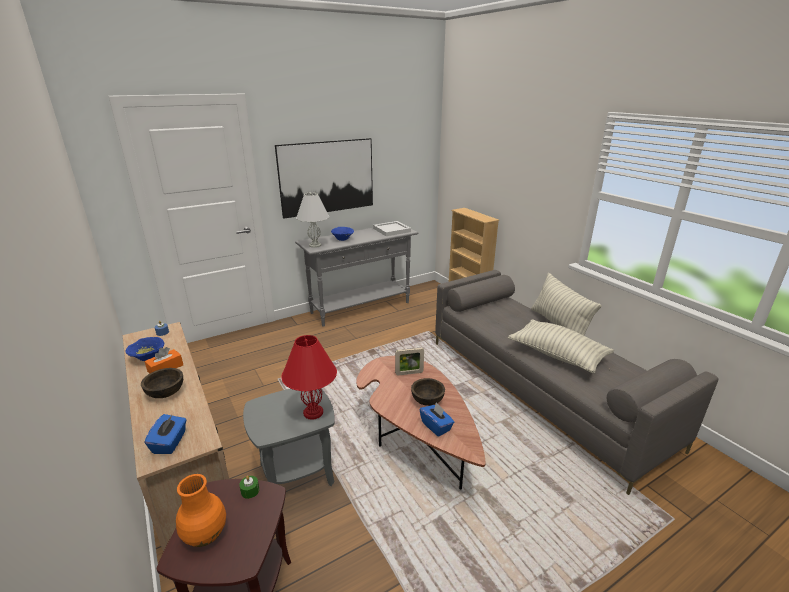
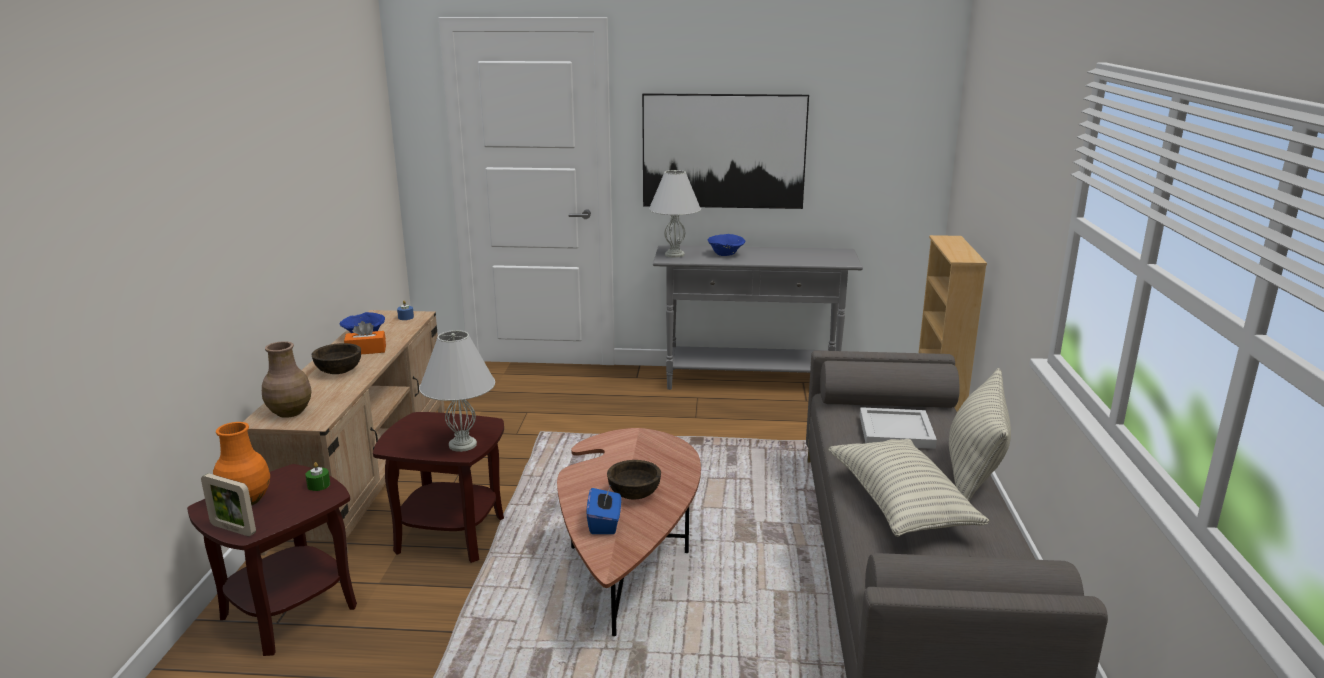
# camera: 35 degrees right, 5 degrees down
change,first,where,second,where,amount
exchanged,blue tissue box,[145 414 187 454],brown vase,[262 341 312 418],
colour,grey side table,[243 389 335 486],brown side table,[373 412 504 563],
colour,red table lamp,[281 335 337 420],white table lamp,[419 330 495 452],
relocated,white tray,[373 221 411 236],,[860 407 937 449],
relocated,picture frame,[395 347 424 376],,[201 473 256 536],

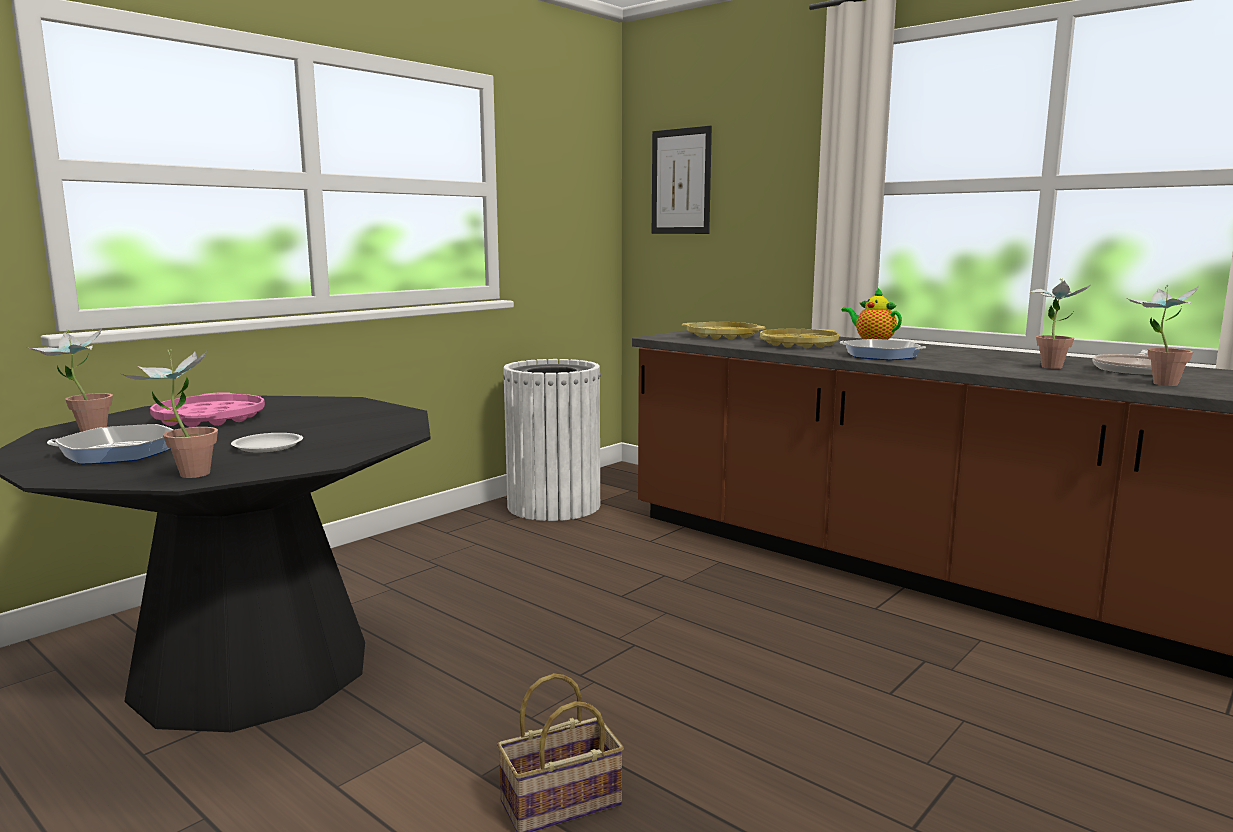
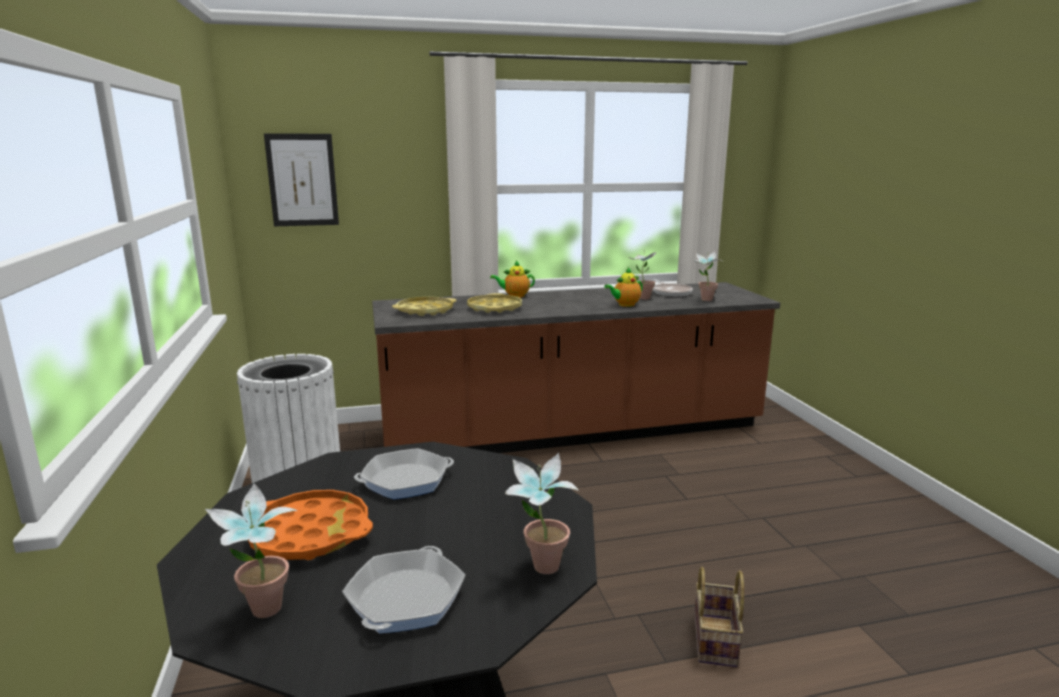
# camera: 55 degrees left, 5 degrees up
change,first,where,second,where,amount
colour,pink tray,[150 392 265 427],orange tray,[248 490 373 560],
missing,white plate,[231 433 303 453],,,
relocated,frying pan,[839 339 926 360],,[354 448 454 499],
appeared,,,teapot,[604 267 643 307],

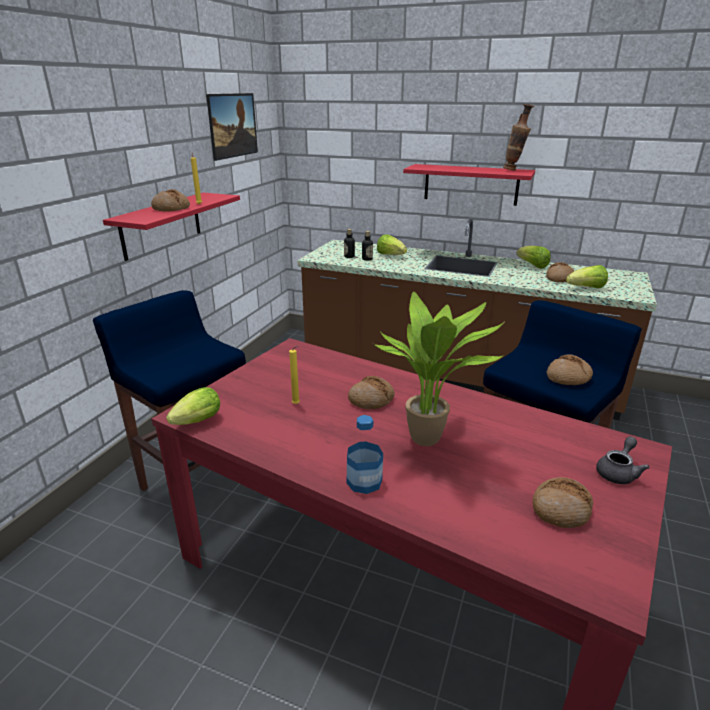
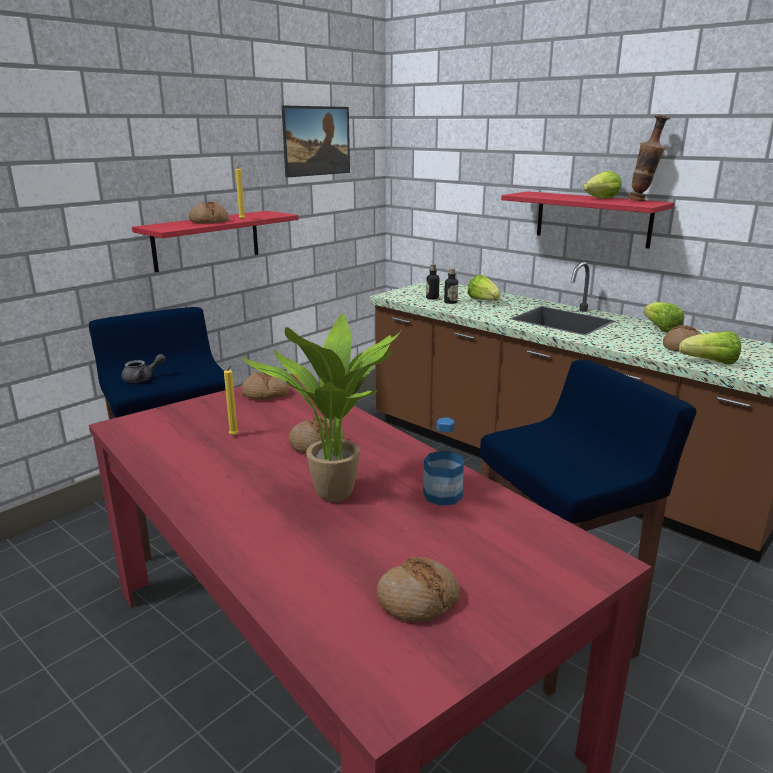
# camera: 20 degrees right, 5 degrees down
change,first,where,second,where,amount
relocated,lettuce,[166 387 220 425],,[583 171 622 199],
relocated,bottle,[347 415 383 494],,[423 417 464 506],
relocated,bread,[546 355 593 385],,[242 372 289 400],
relocated,grey teapot,[596 436 650 484],,[121 354 166 383],

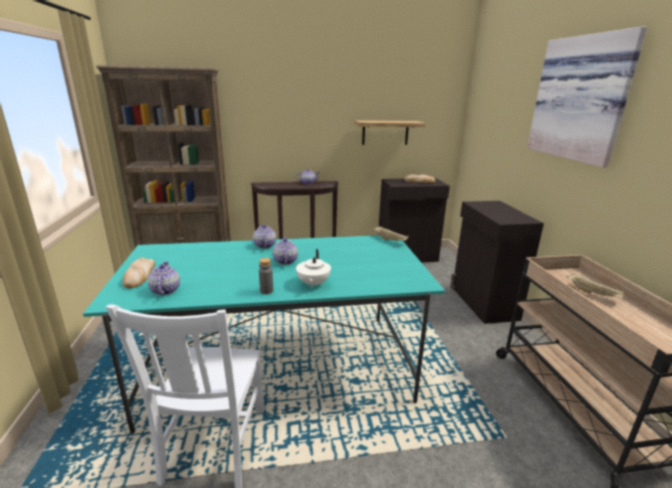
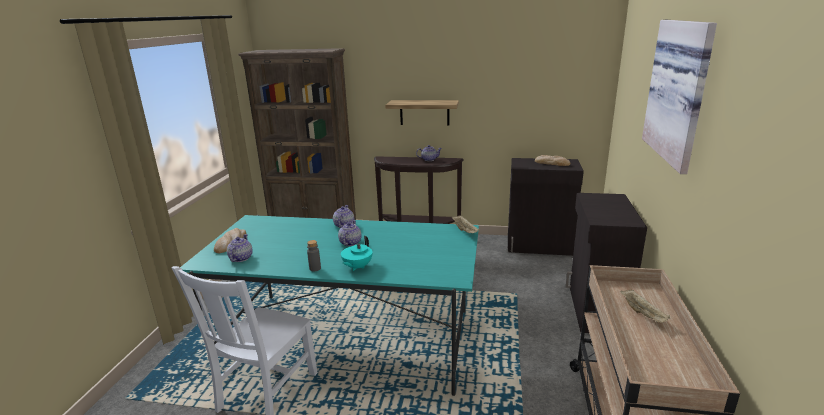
# camera: 20 degrees right, 0 degrees up
change,first,where,second,where,amount
colour,white teapot,[296 249 331 288],turquoise teapot,[341 236 372 271],
relocated,shelf,[354 120 426 145],,[385 100 459 125],

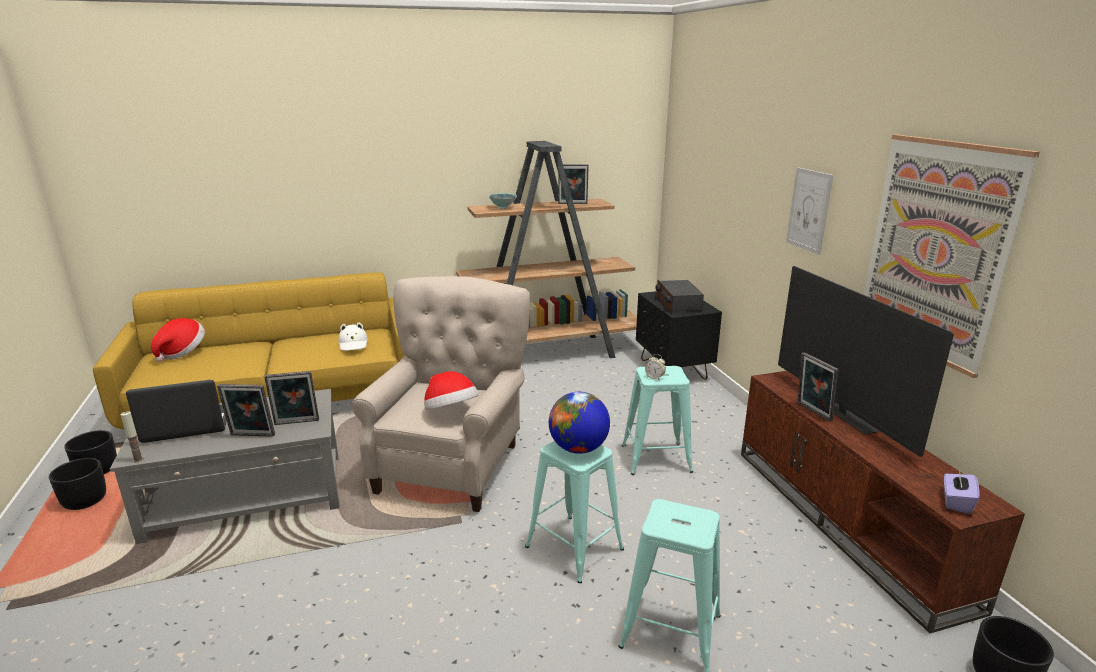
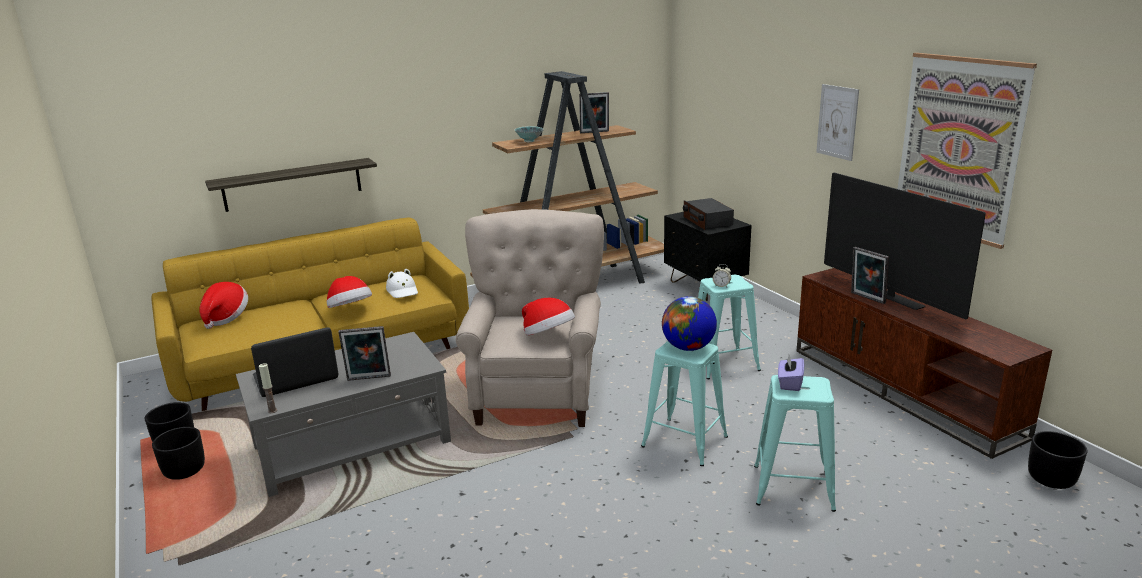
# camera: 10 degrees left, 0 degrees up
change,first,where,second,where,amount
missing,picture frame,[264 371 319 425],,,
relocated,purple tissue box,[944 468 979 514],,[778 355 804 391],
appeared,,,shelf,[205 158 377 212],
appeared,,,hat,[326 276 372 308],

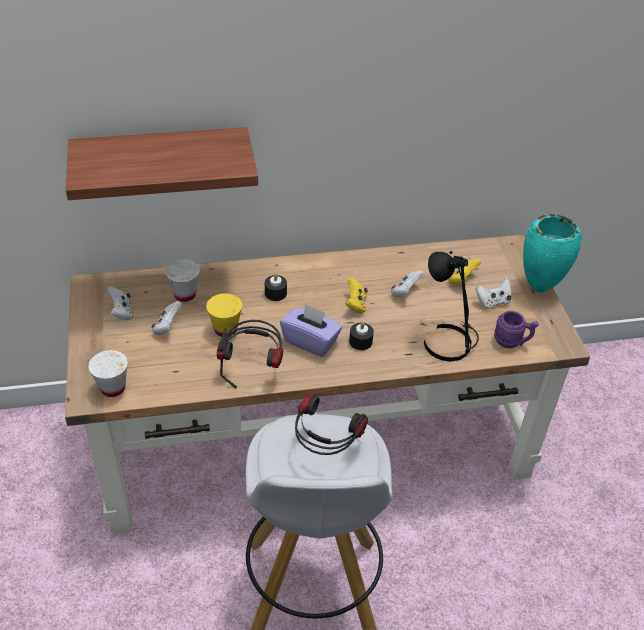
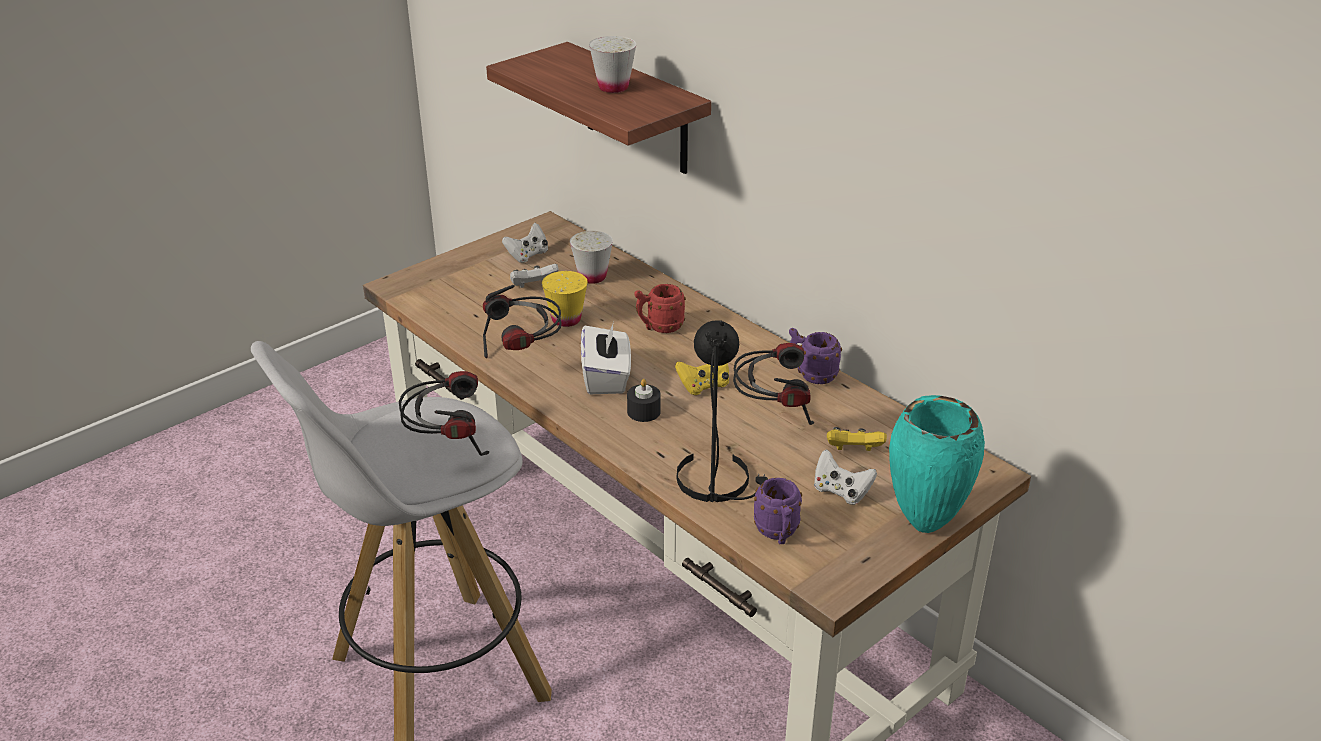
# camera: 60 degrees right, 10 degrees down
change,first,where,second,where,amount
relocated,white cup,[88 350 128 397],,[589 36 636 93],
exchanged,black candle,[265 273 287 301],red mug,[634 284 686 333],
colour,purple tissue box,[280 303 342 357],white tissue box,[581 322 631 394],
exchanged,white game controller,[391 270 424 297],headphones,[733 343 814 425],
appeared,,,purple mug,[789 328 842 384],

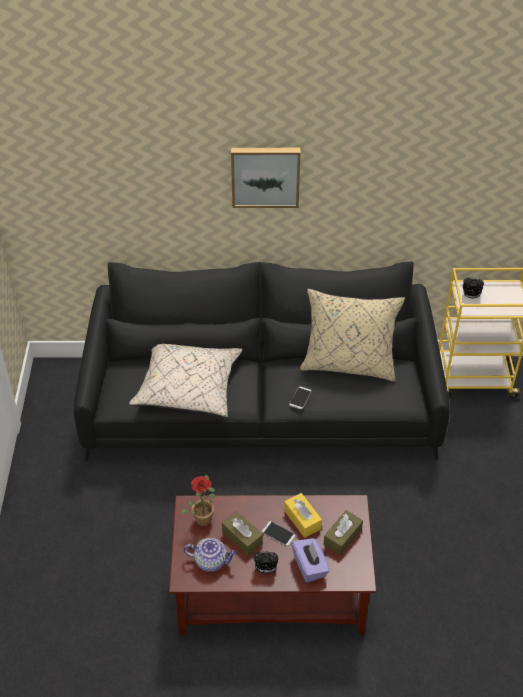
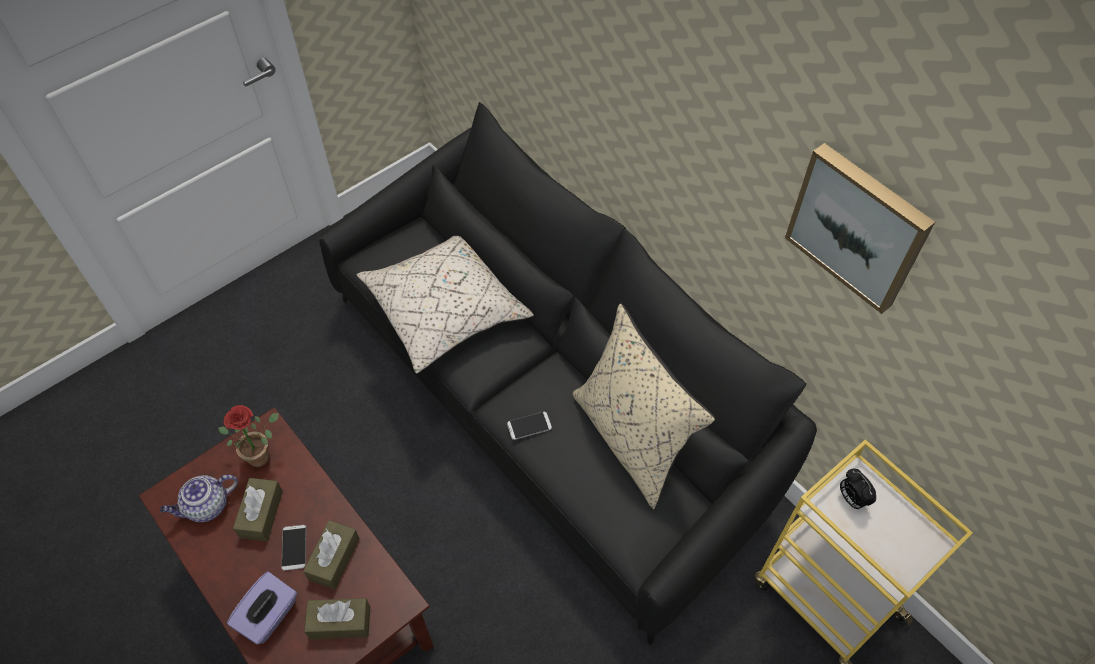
# camera: 50 degrees right, 10 degrees up
change,first,where,second,where,amount
spun,teapot,[183 538 237 572],,[160 475 238 522],90 degrees clockwise
relocated,picture,[231 148 301 208],,[785 143 935 314],
missing,alarm clock,[254 552 278 574],,,
colour,yellow tissue box,[284 493 322 538],brown tissue box,[303 520 360 589],

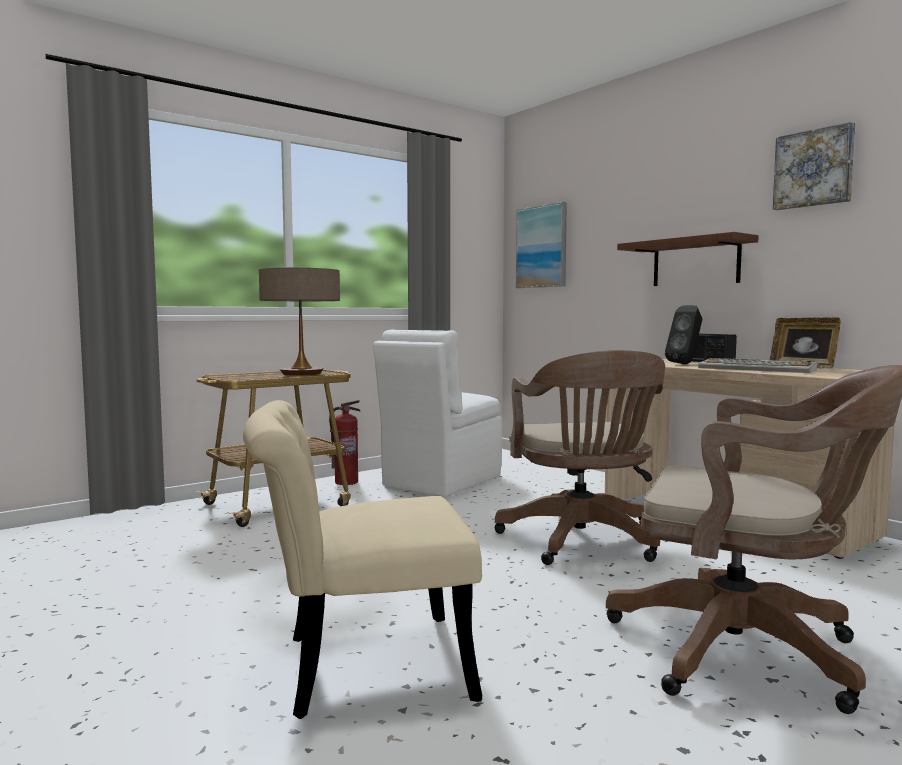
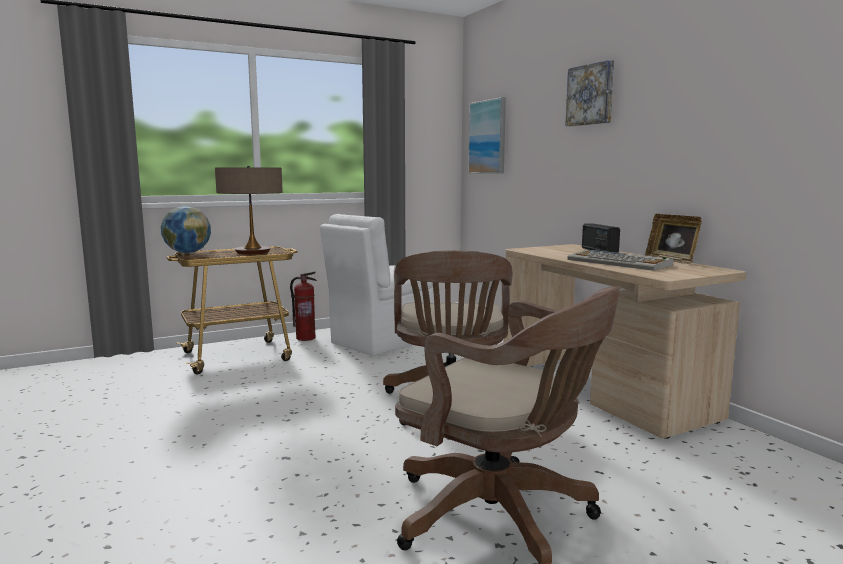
# camera: 10 degrees right, 5 degrees up
change,first,where,second,where,amount
missing,beige chair,[243 400 482 719],,,
missing,brown shelf,[617 232 759 286],,,
missing,black speaker,[665 305 702 364],,,
relocated,picture,[773 122 855 210],,[565 60 614 126],
appeared,,,globe,[161 206 211 253],

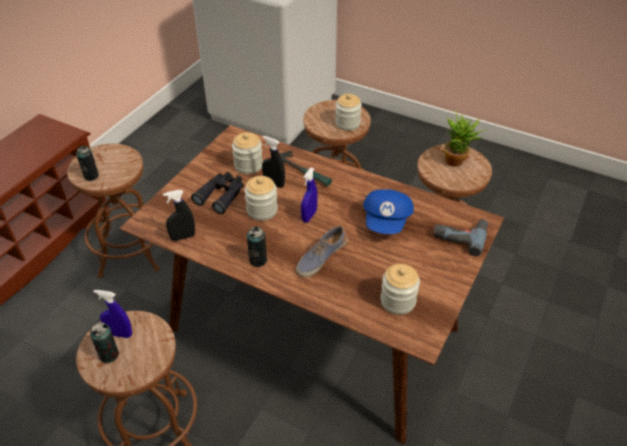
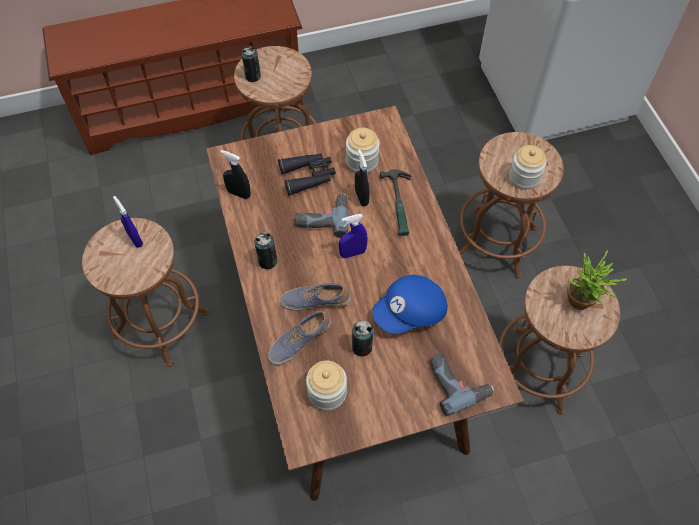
# camera: 45 degrees right, 15 degrees up
change,first,where,second,where,amount
relocated,can,[90 322 119 363],,[352 320 373 357],
exchanged,jar,[244 176 278 221],power drill,[295 193 349 238],
appeared,,,shoe,[268 311 331 365],

